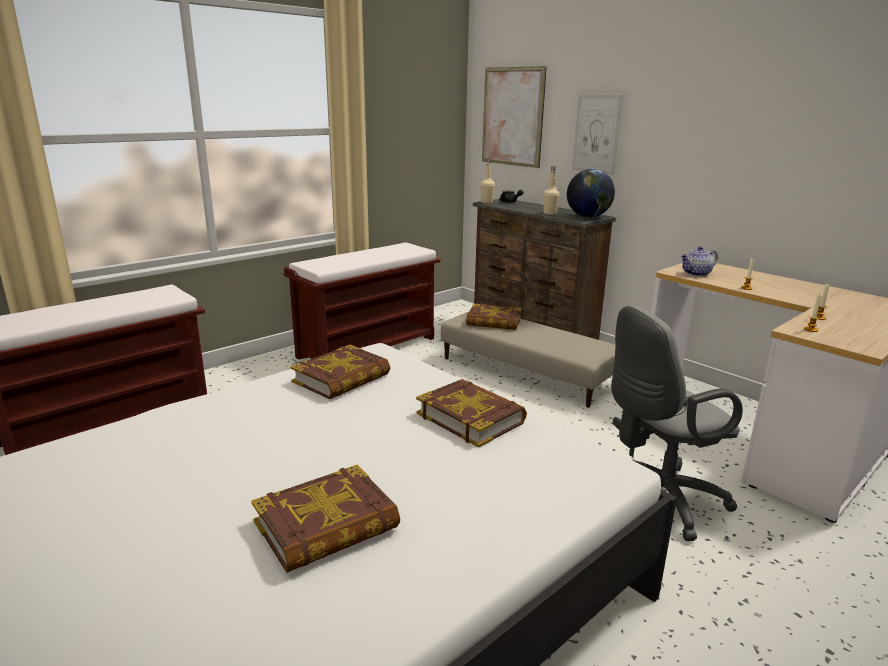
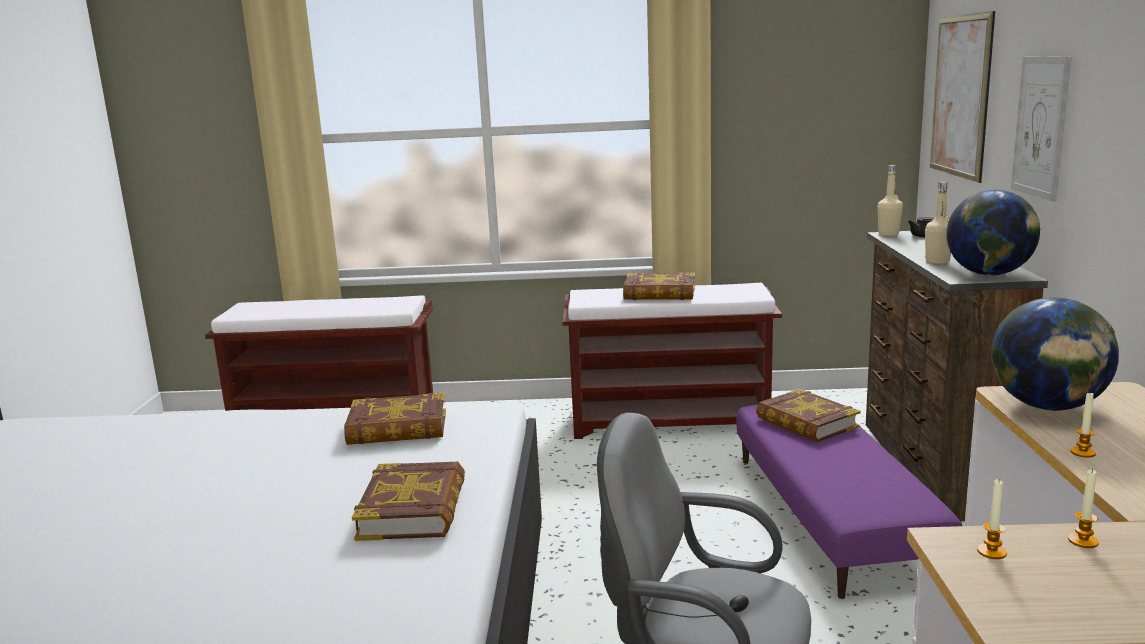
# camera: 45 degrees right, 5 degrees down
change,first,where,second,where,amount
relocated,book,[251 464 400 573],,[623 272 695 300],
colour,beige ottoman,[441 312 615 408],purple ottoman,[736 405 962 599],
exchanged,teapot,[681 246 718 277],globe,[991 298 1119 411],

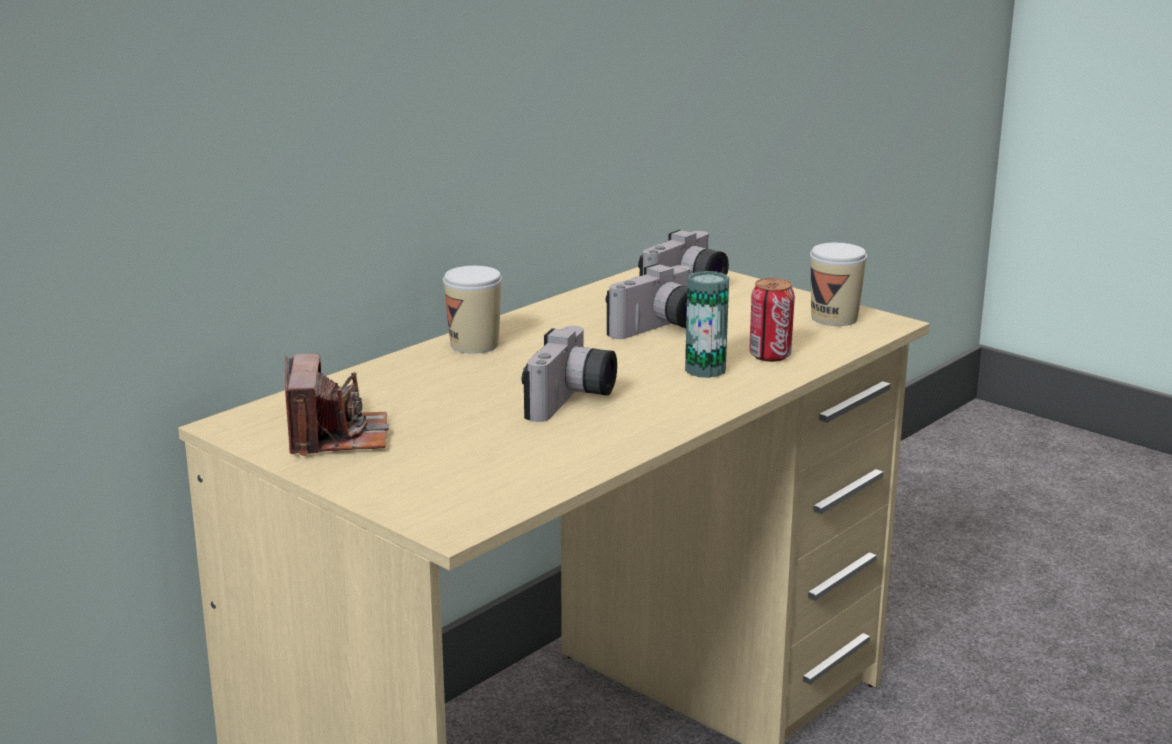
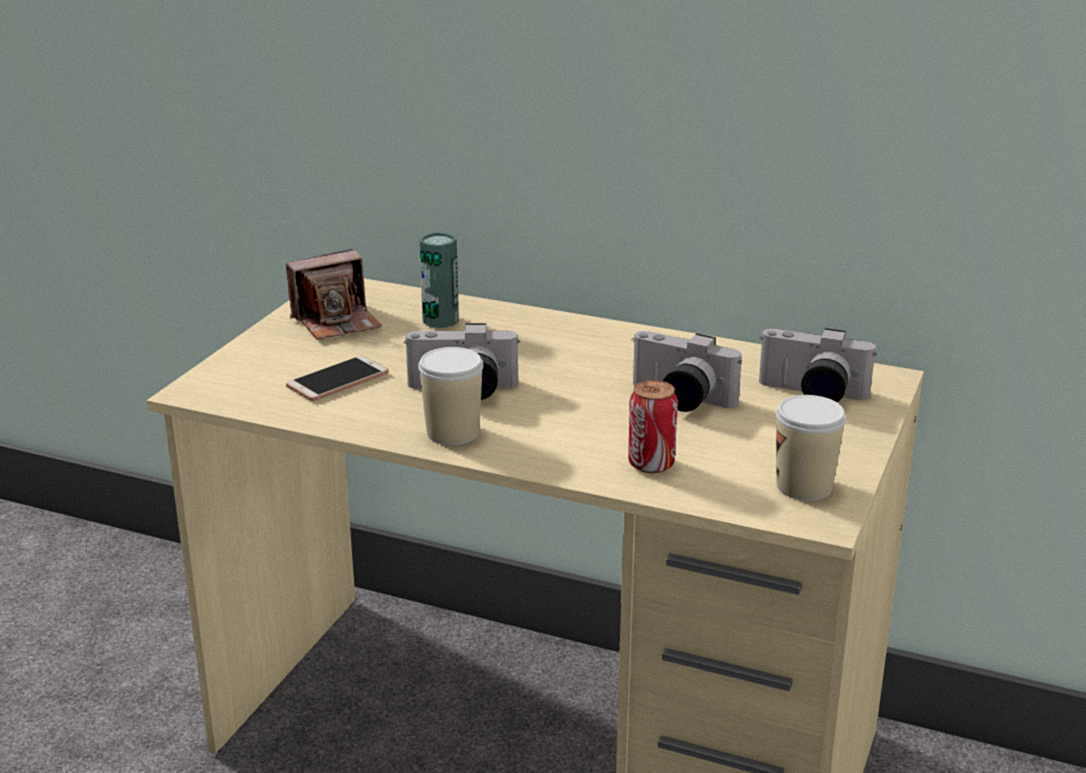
# camera: 70 degrees right, 5 degrees up
change,first,where,second,where,amount
relocated,cup,[443 266 502 354],,[418 347 483 445],
relocated,can,[685 271 729 378],,[419 232 459 328],
appeared,,,phone,[286 355 389 401],

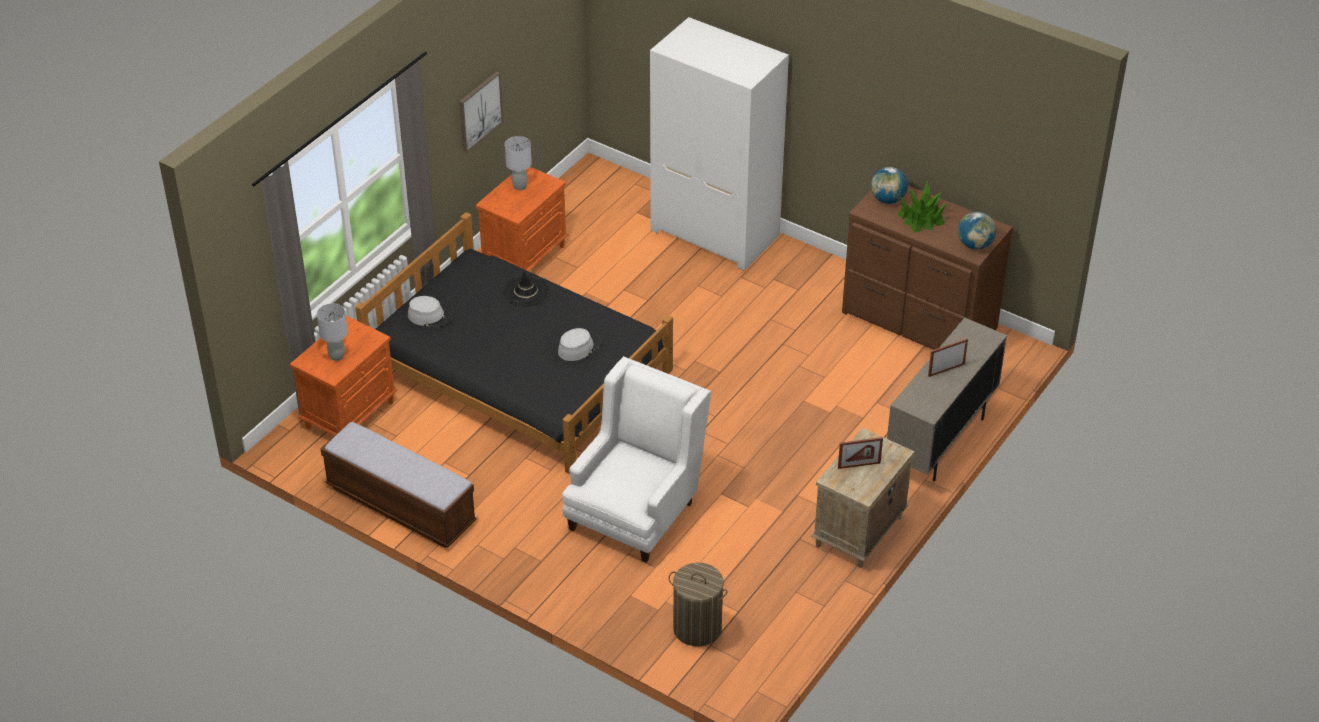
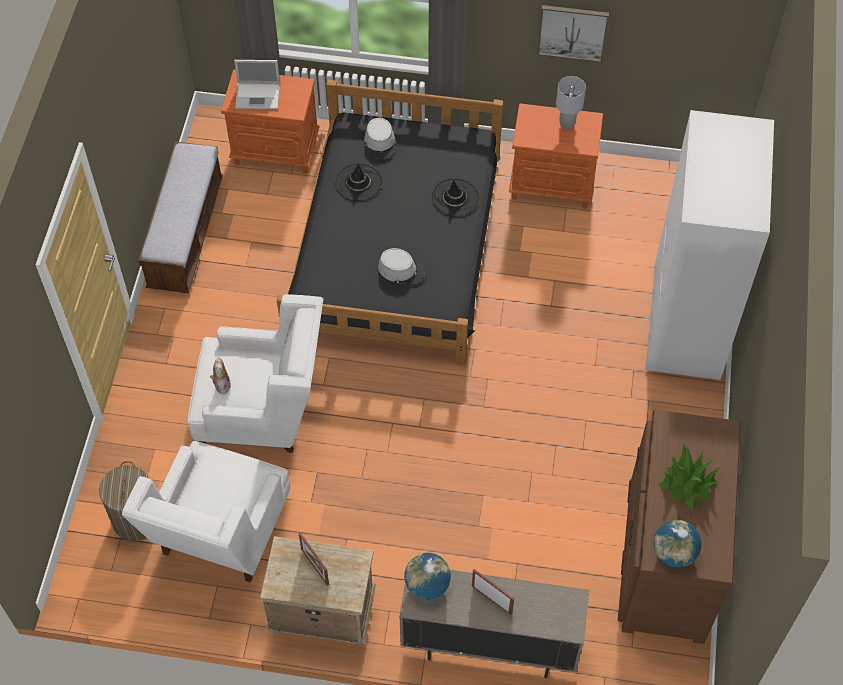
# camera: 65 degrees right, 15 degrees up
change,first,where,second,where,amount
exchanged,grey table lamp,[317 303 348 361],laptop,[234 60 280 109],
relocated,globe,[871 167 908 204],,[404 553 451 600],
appeared,,,white armchair,[122 441 290 582],
appeared,,,plush toy,[210 357 231 394],
appeared,,,black hat,[335 163 382 201],

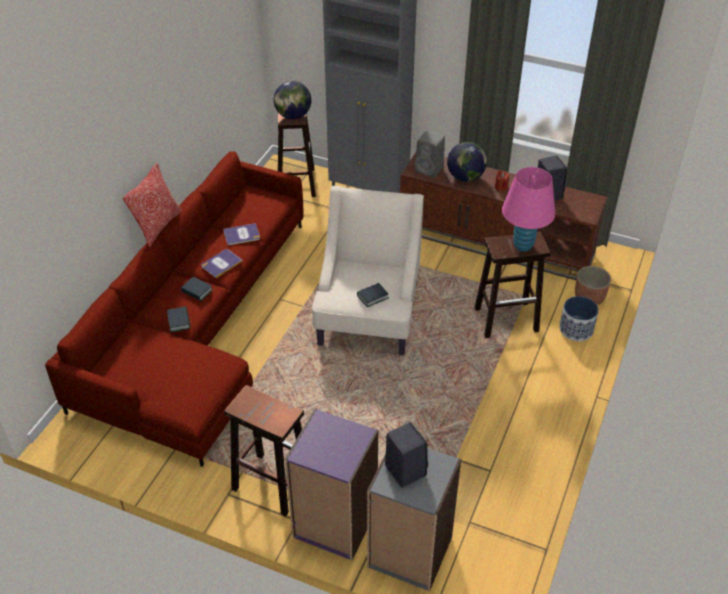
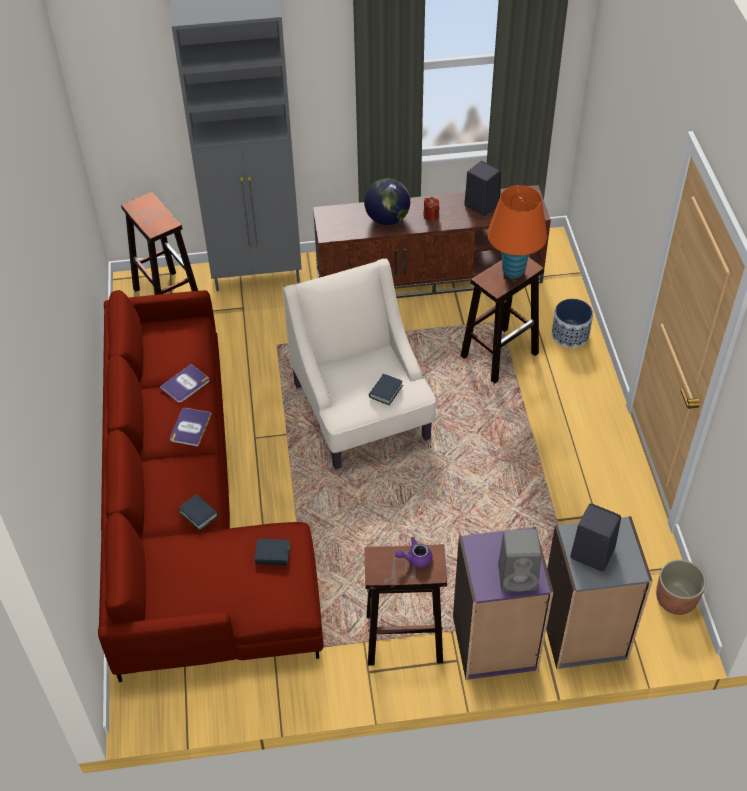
# camera: 30 degrees left, 5 degrees up
change,first,where,second,where,amount
missing,pillow,[123 163 182 247],,,
relocated,book,[181 277 213 301],,[254 539 290 565],
missing,globe,[274 81 311 120],,,
relocated,grey speaker,[415 131 445 178],,[498 529 541 592],
colour,pink table lamp,[502 167 555 251],orange table lamp,[487 185 547 279],
relocated,planter,[575 266 611 305],,[656 560 706 615],
appeared,,,purple teapot,[395 537 432 568],

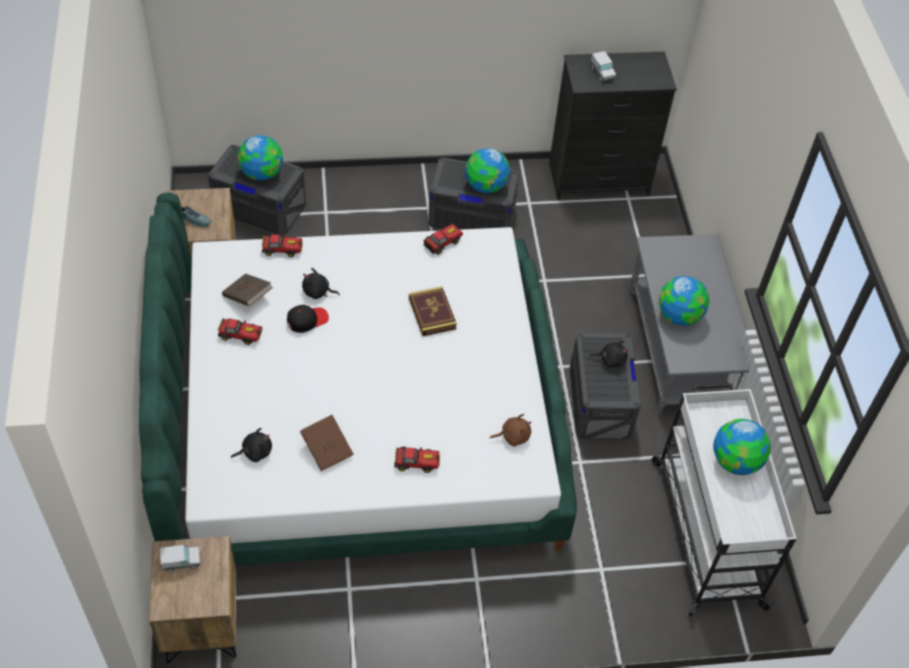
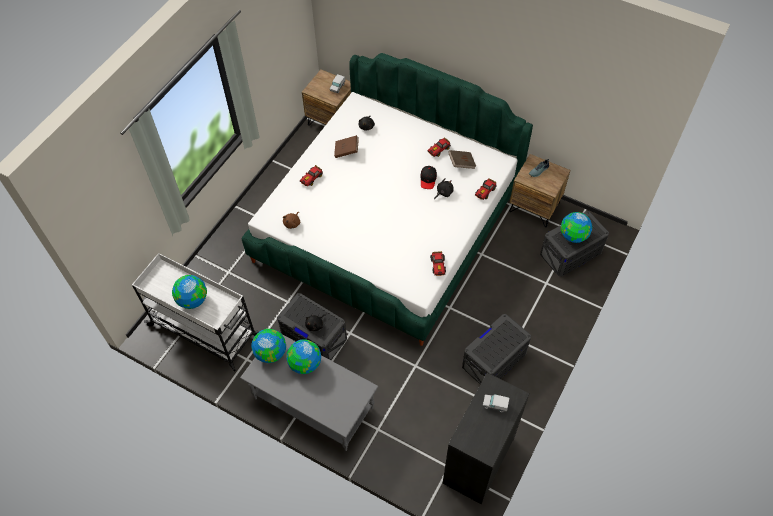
# camera: 130 degrees right, 5 degrees up
change,first,where,second,where,amount
missing,book,[409 287 457 336],,,
relocated,globe,[465 148 510 193],,[251 329 286 363],

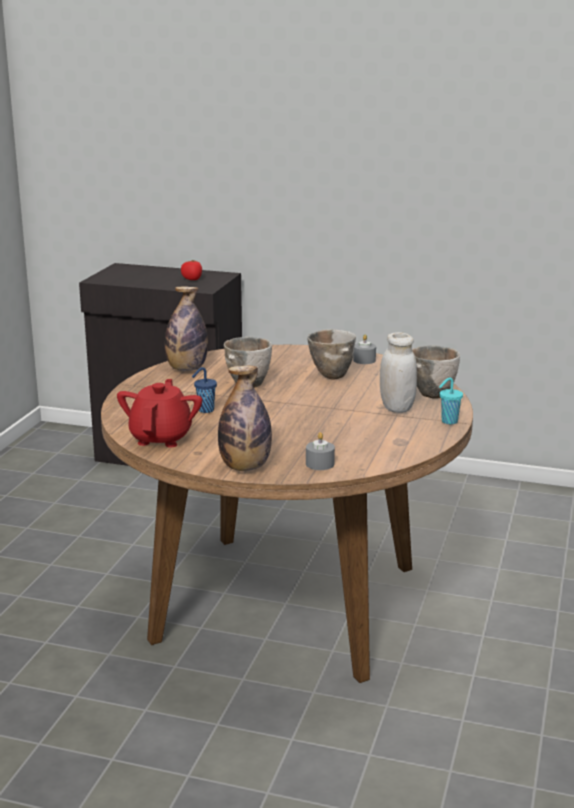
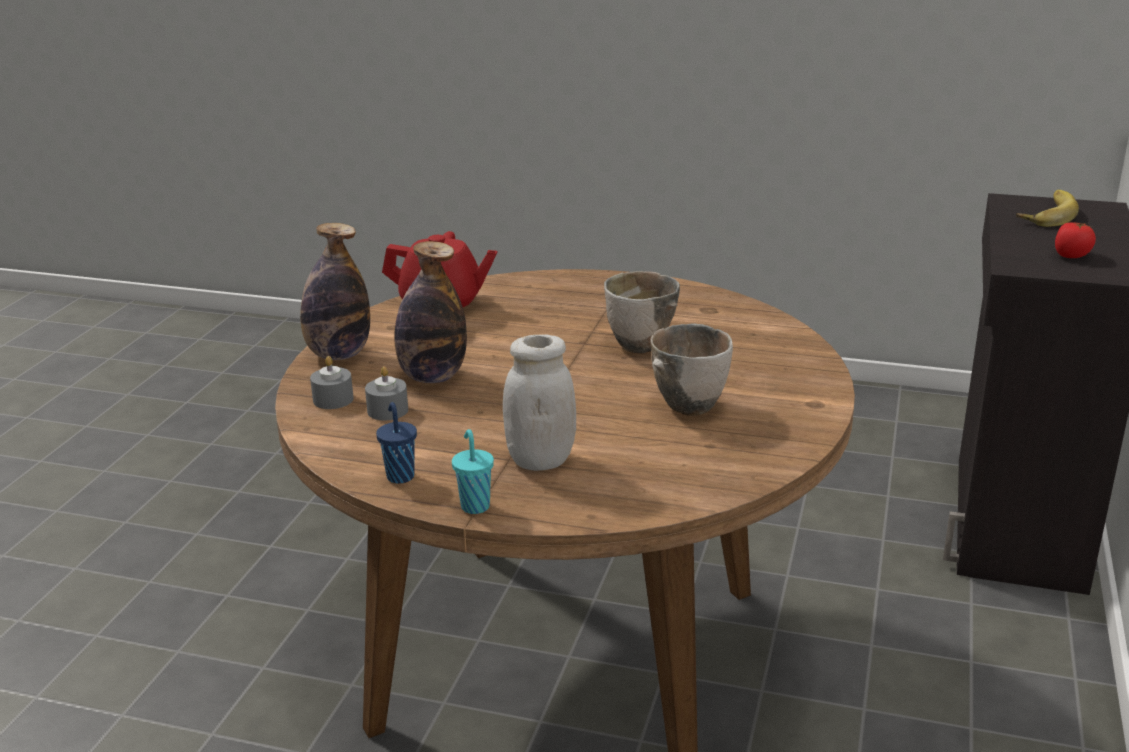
# camera: 90 degrees right, 5 degrees up
change,first,where,second,where,amount
relocated,bottle,[165 286 208 371],,[394 241 467 383],
relocated,blue cup,[192 367 217 413],,[376 402 417 484],
relocated,grey candle,[353 334 376 364],,[365 366 408 420],
missing,bowl,[412 345 460 399],,,
appeared,,,banana,[1016 190 1079 227],

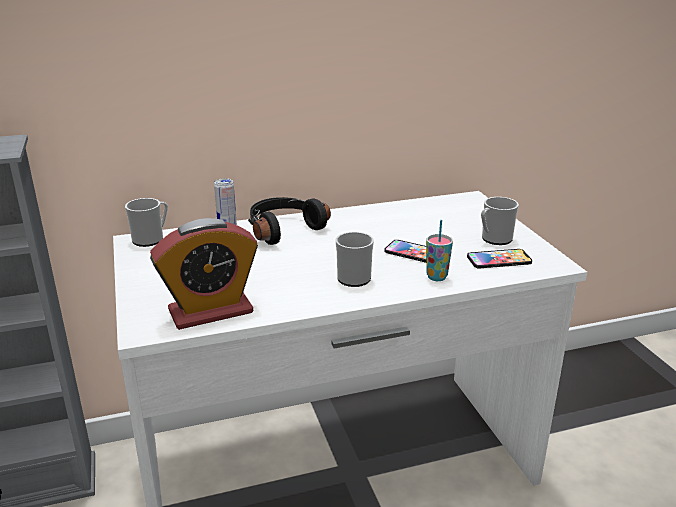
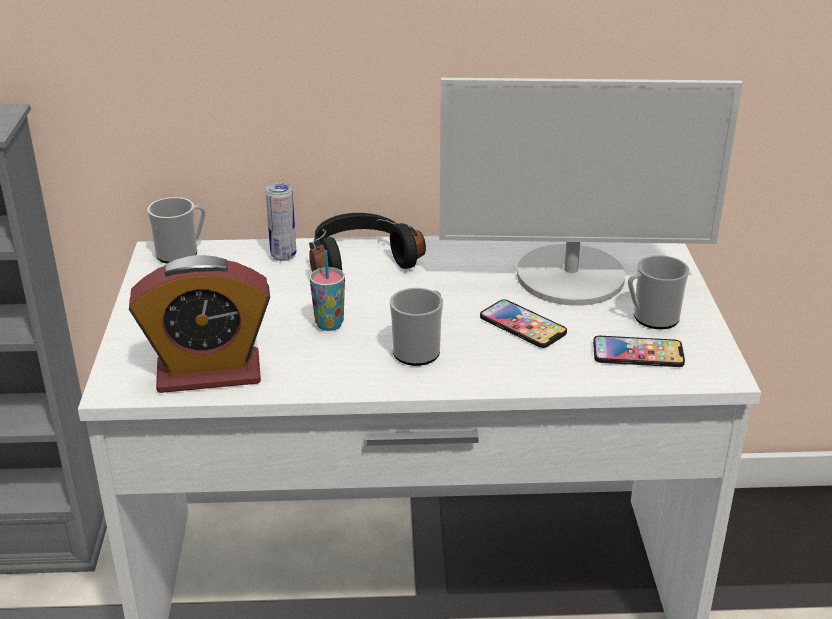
# camera: 15 degrees right, 5 degrees up
change,first,where,second,where,amount
relocated,cup,[426 220 453 281],,[310 250 345 331],
appeared,,,monitor,[439 78 743 306],

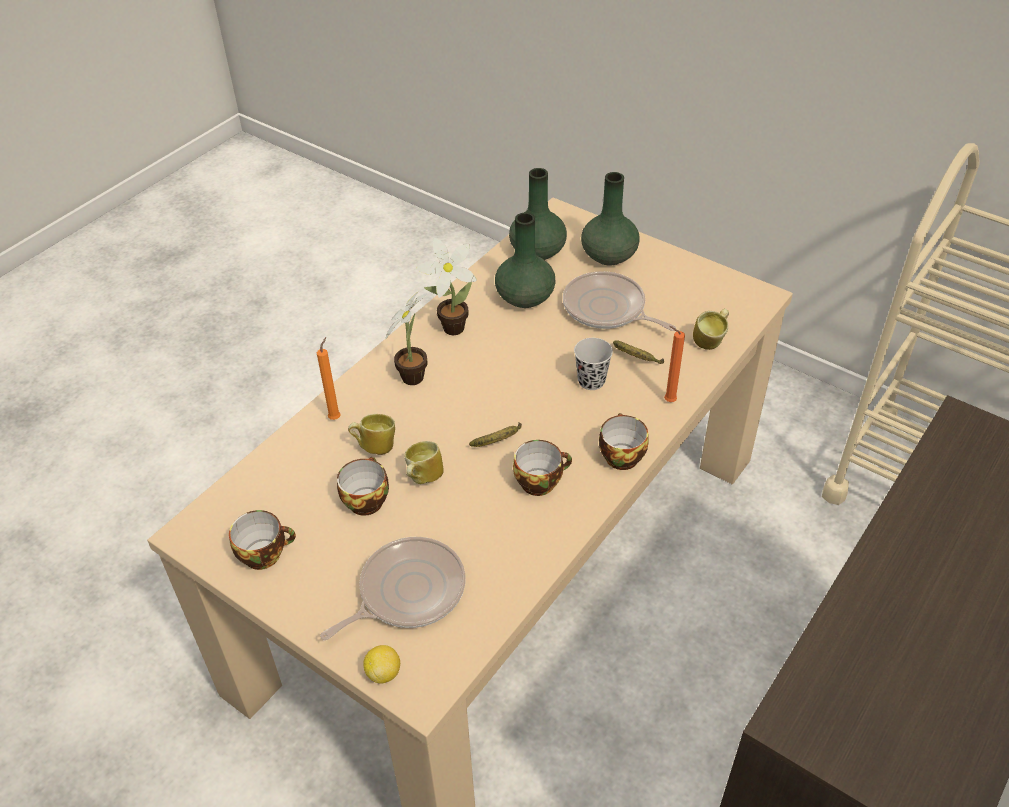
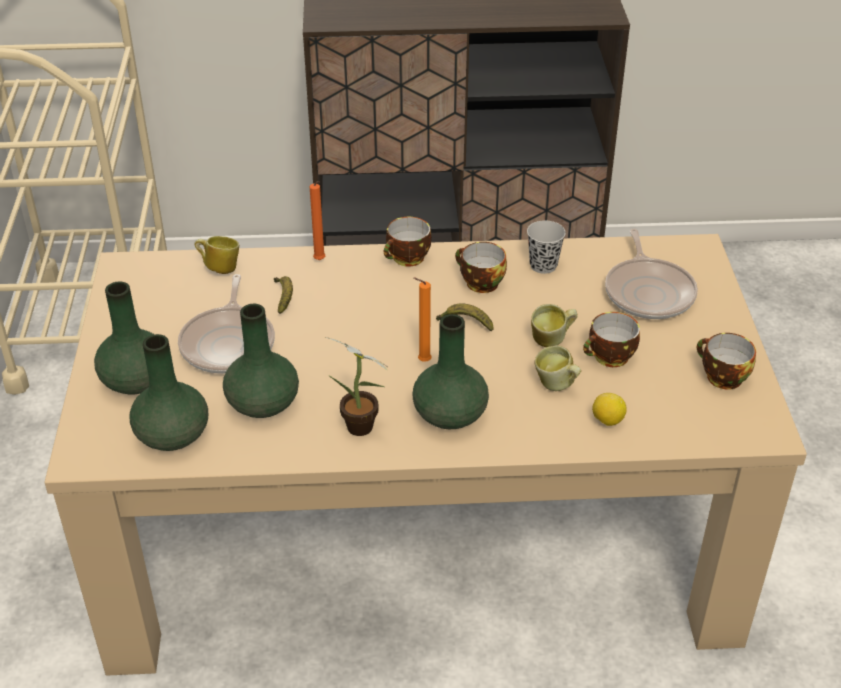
# camera: 130 degrees left, 5 degrees down
change,first,where,second,where,amount
relocated,orange candle,[317 337 341 420],,[414 278 431 362],
spun,frying pan,[320 537 466 640],,[605 228 698 319],105 degrees counterclockwise
relocated,lemon,[363 645 400 683],,[592 393 627 426],
exchanged,potted plant,[385 292 428 385],green vase,[412 314 489 429],
relocated,black cup,[574 338 613 390],,[527 220 566 274],

